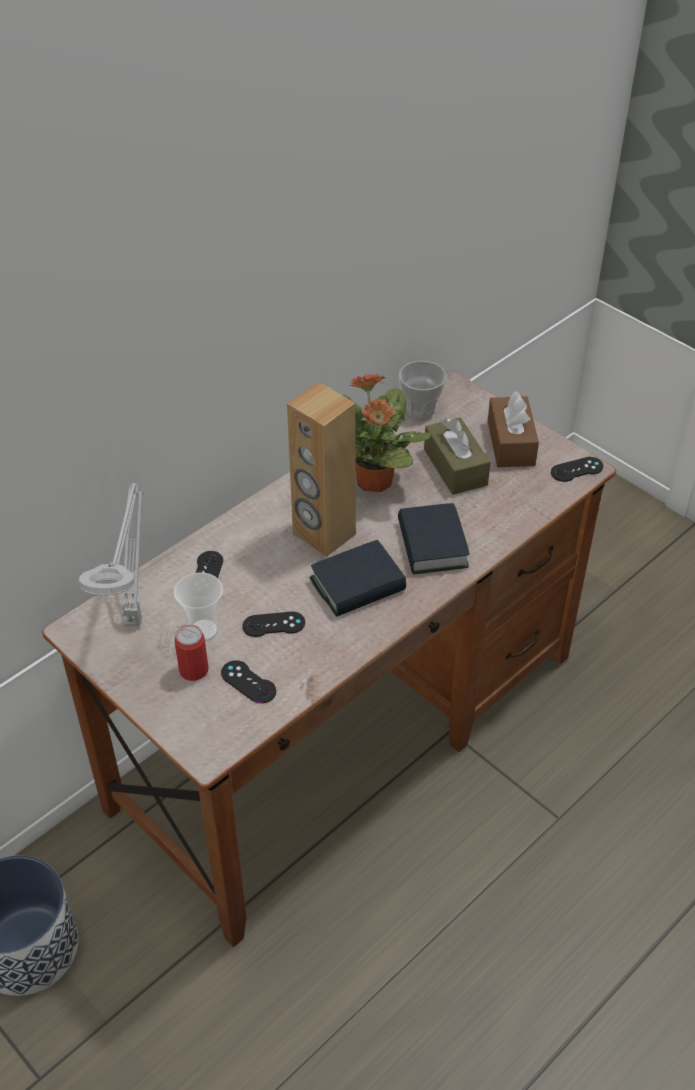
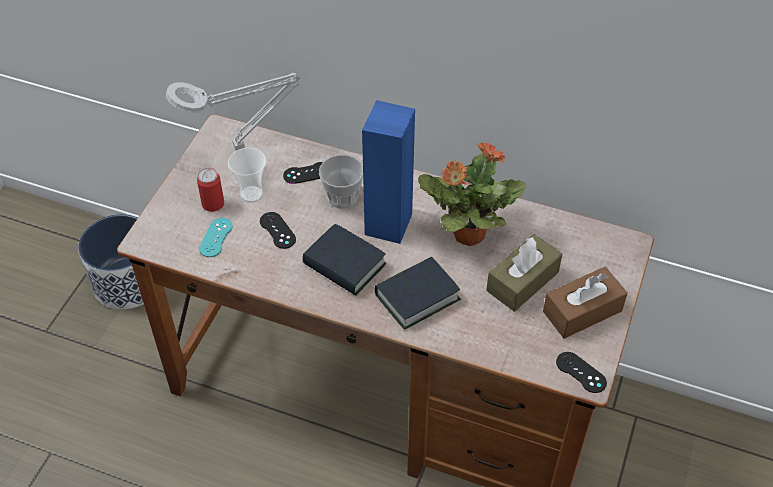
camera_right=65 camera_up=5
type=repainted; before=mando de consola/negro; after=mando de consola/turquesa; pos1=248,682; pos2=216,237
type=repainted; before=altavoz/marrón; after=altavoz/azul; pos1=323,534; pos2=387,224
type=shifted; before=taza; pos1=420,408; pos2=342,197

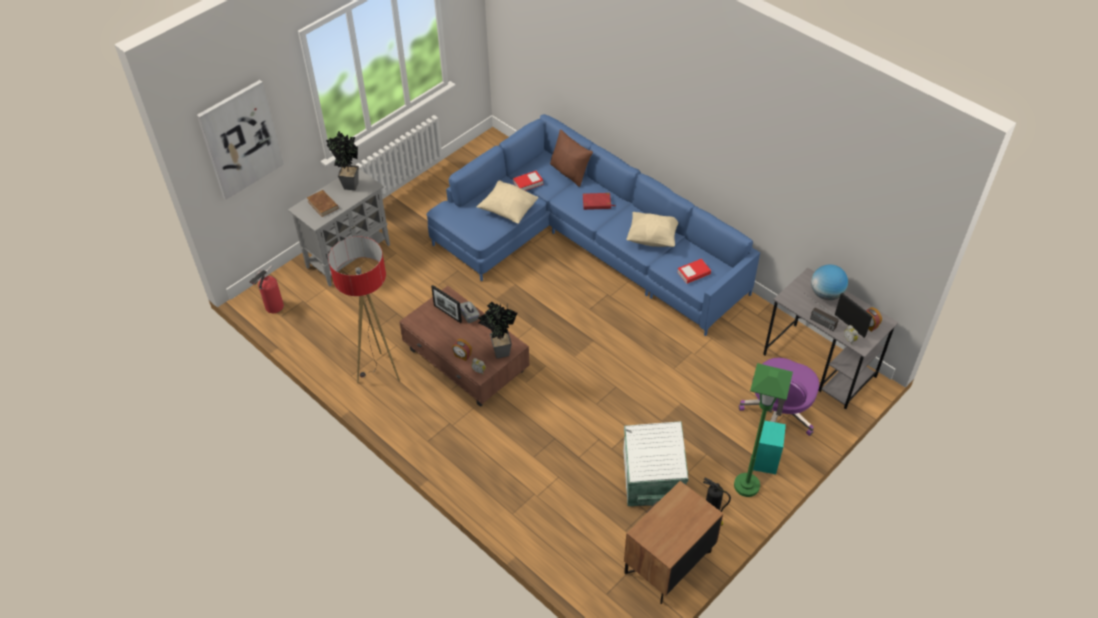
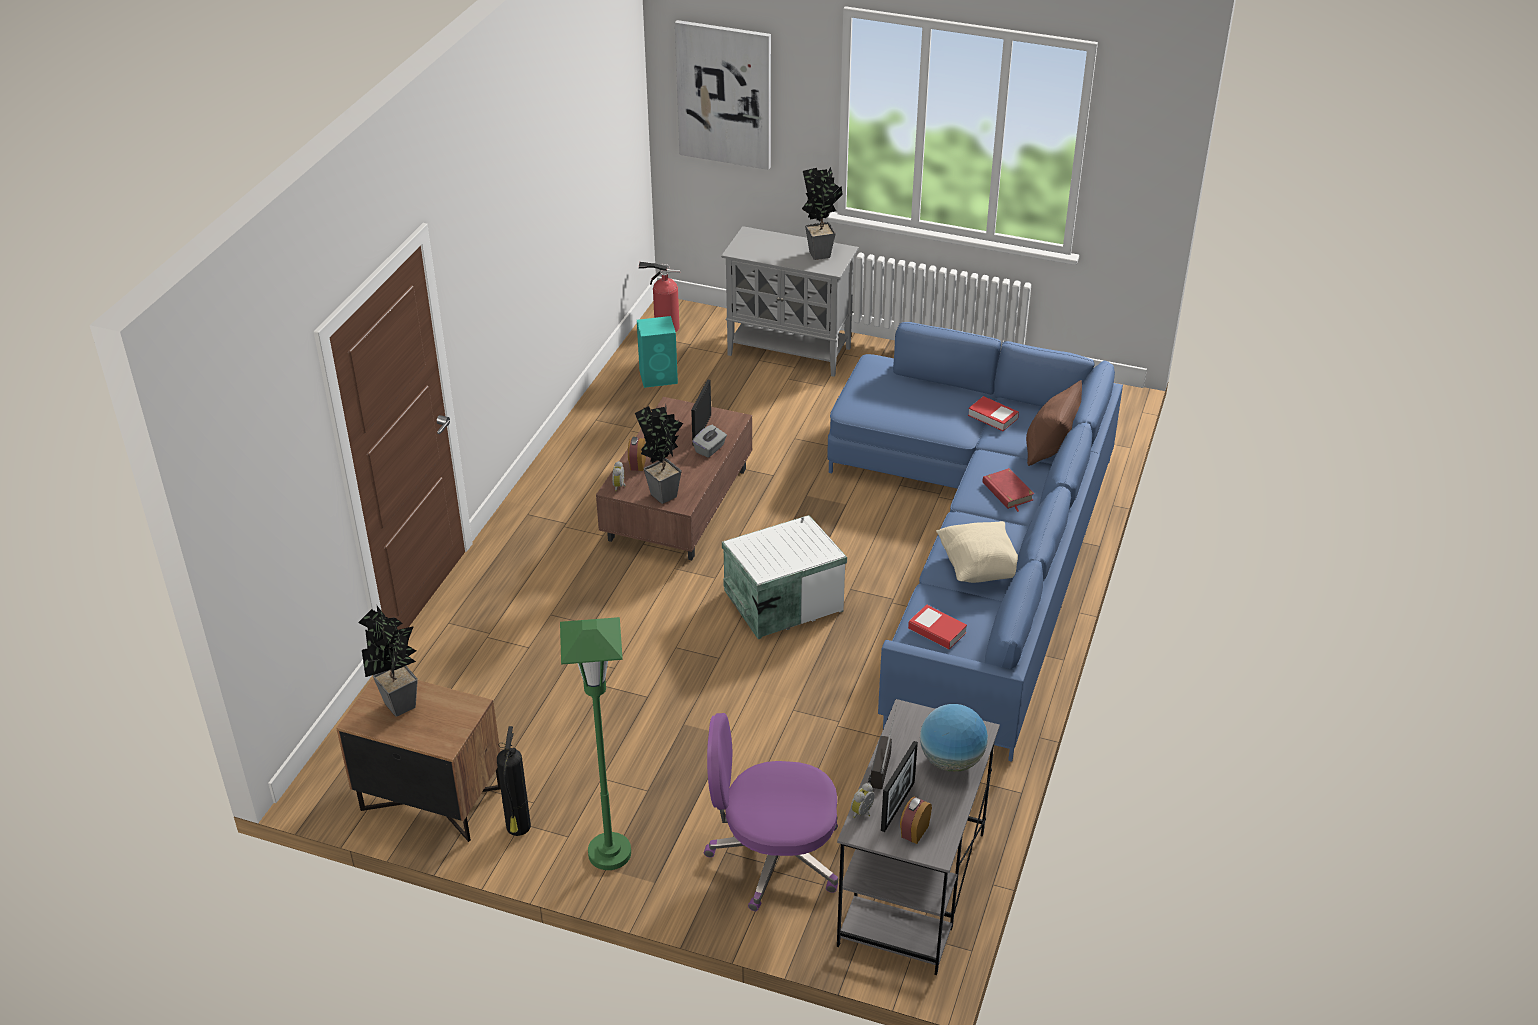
camera_right=65 camera_up=-10
type=gone; before=libro/marrón; pos1=323,204
type=gone; before=lámpara de pie; pos1=379,372
type=gone; before=cojín/beis; pos1=508,210
type=shifted; before=caja de almacenaje/blanco; pos1=651,478; pos2=781,600
type=shifted; before=altavoz/turquesa; pos1=765,460; pos2=659,377
type=new; after=planta en maceta; pos2=400,709

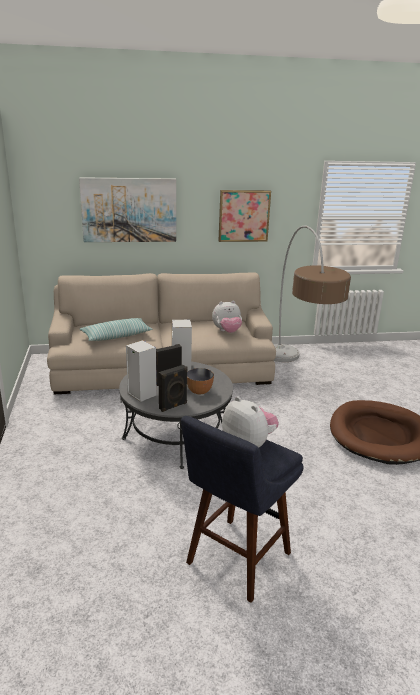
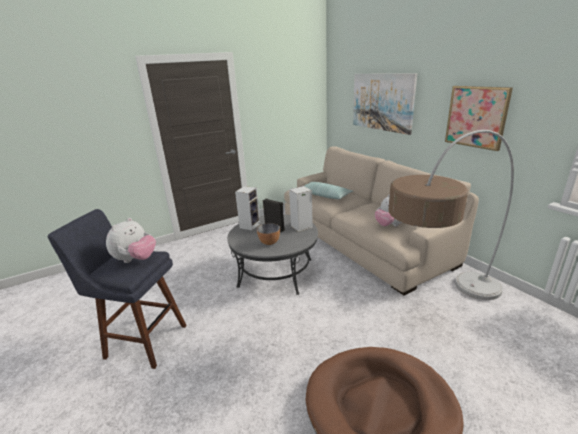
camera_right=70 camera_up=0
type=gone; before=altavoz/negro; pos1=173,406

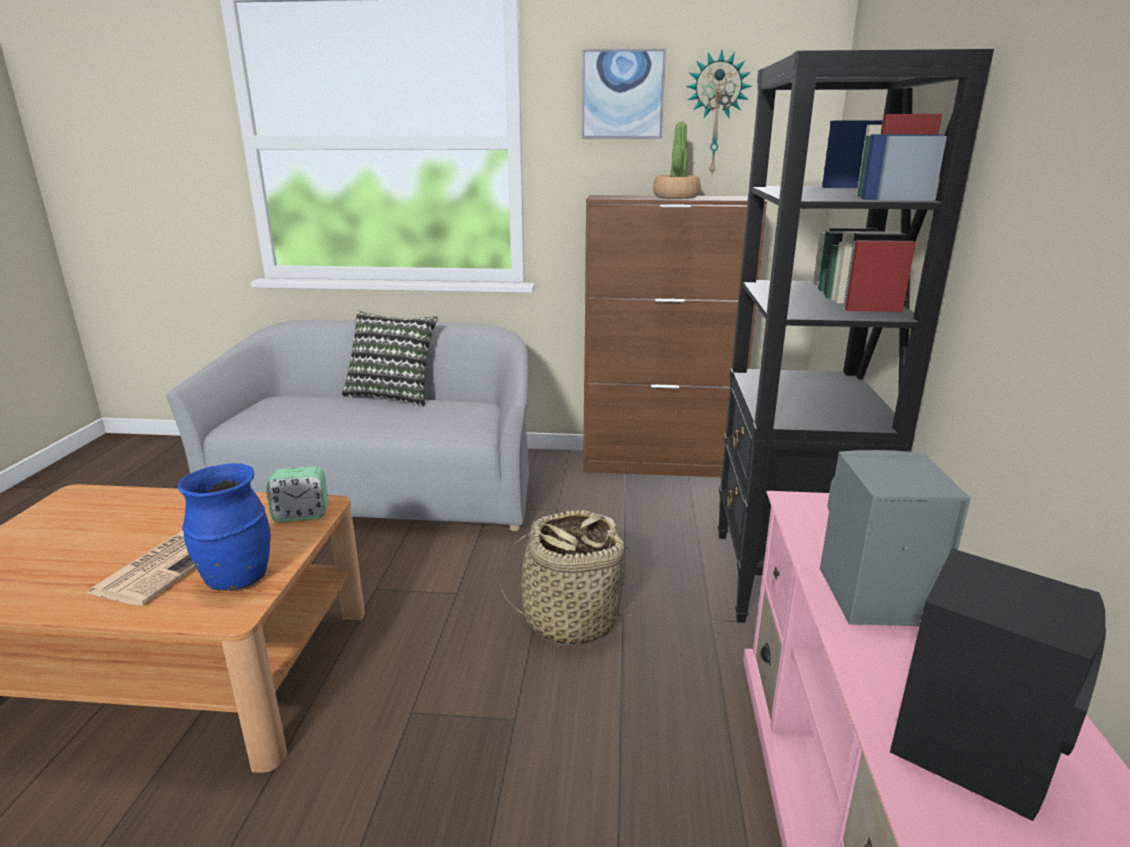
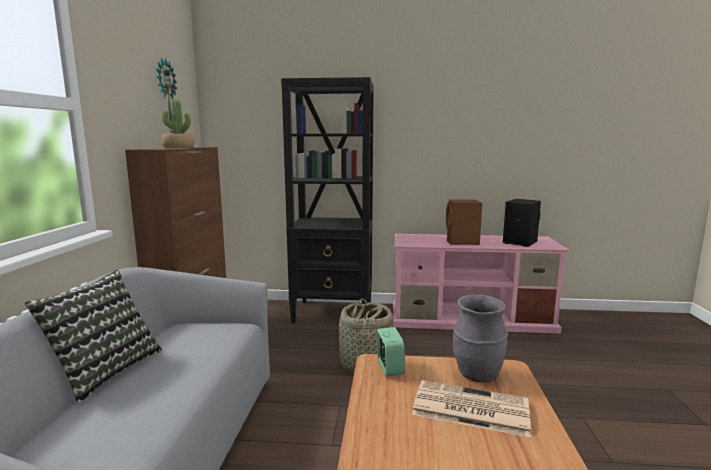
camera_right=-90 camera_up=-10
type=repainted; before=florero/azul; after=florero/gris; pos1=236,578; pos2=477,375
type=gone; before=cuadro; pos1=622,95
type=repainted; before=altavoz/gris; after=altavoz/marrón; pos1=870,595; pos2=462,242

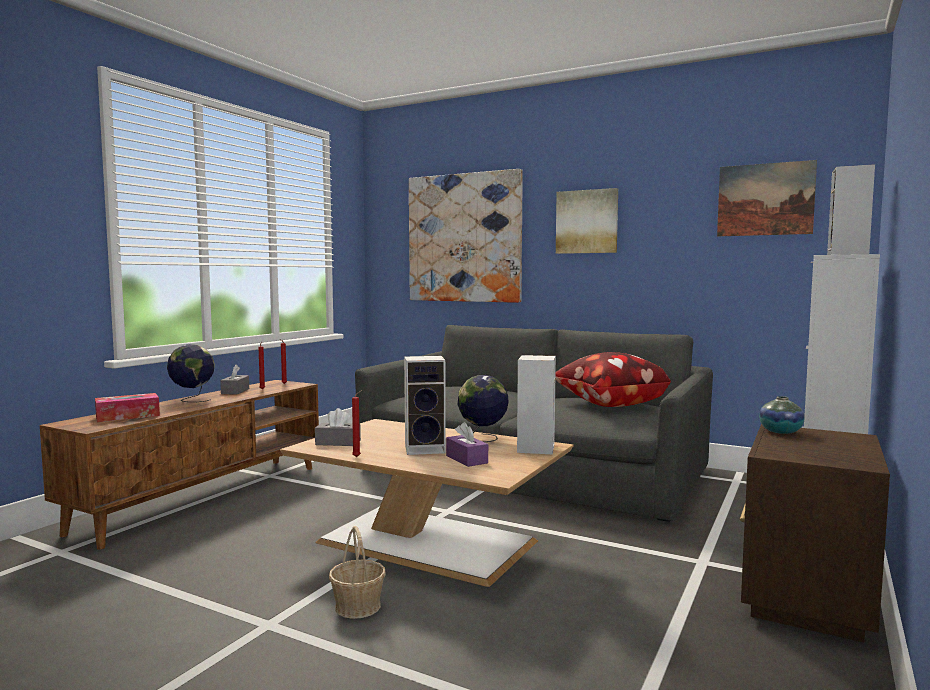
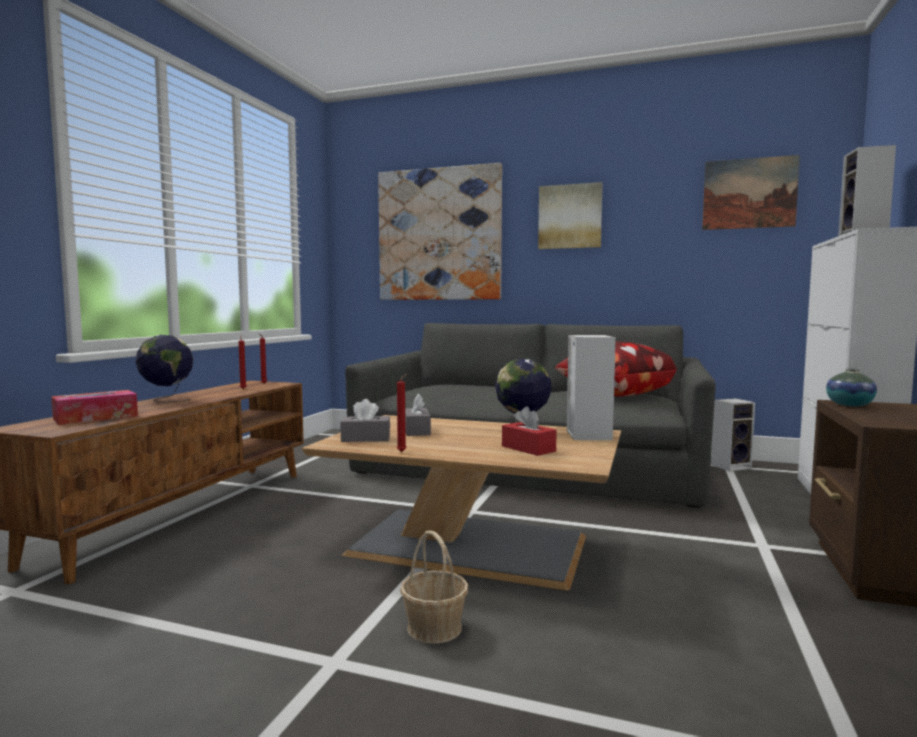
camera_right=-10 camera_up=0
type=shifted; before=caja de pañuelos/gris; pos1=235,391; pos2=417,430
type=shifted; before=altavoz; pos1=426,449; pos2=731,466
type=repainted; before=caja de pañuelos/morado; after=caja de pañuelos/rojo; pos1=466,459; pos2=528,448

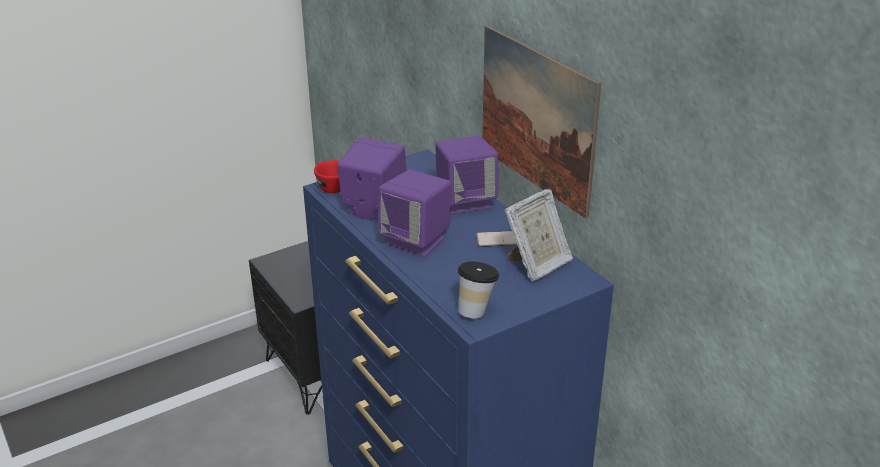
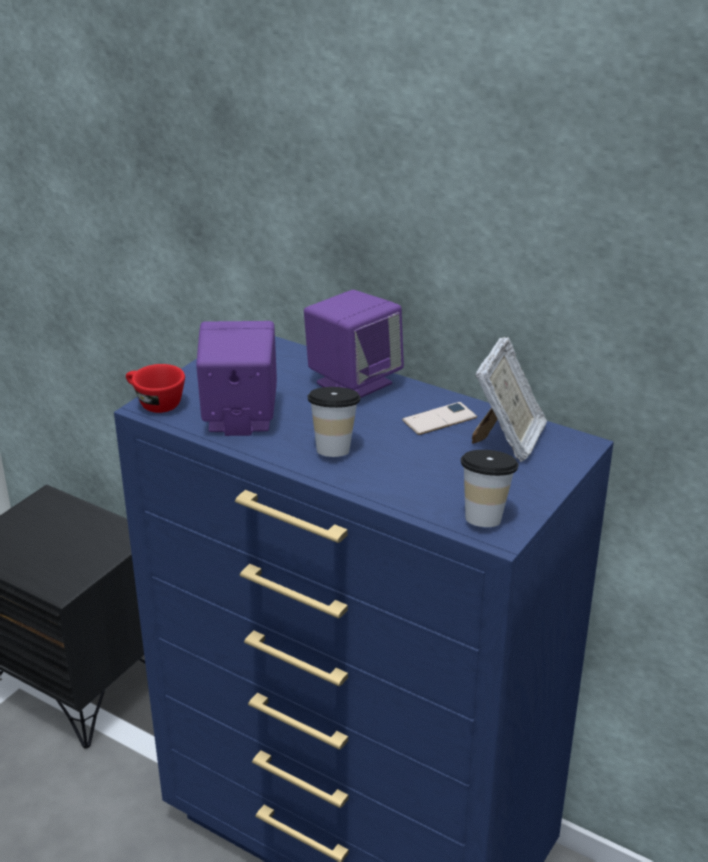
camera_right=-25 camera_up=0
type=swapped; before=altavoz/morado; after=taza; pos1=416,241; pos2=334,448
type=gone; before=cuadro; pos1=537,118

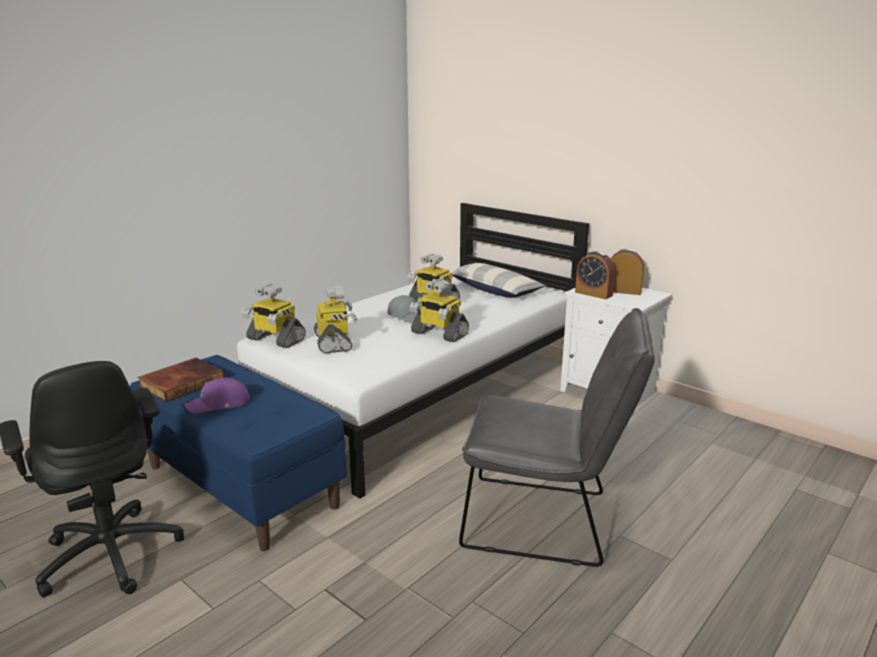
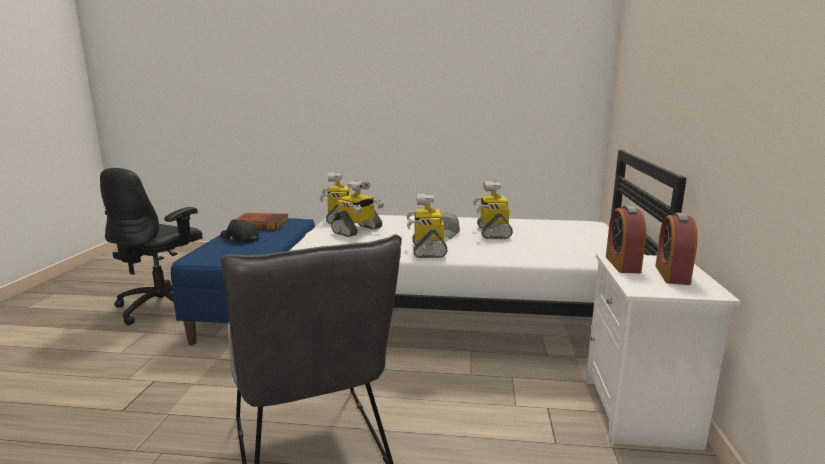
camera_right=55 camera_up=-5
type=repainted; before=gorra/morado; after=gorra/negro; pos1=219,404; pos2=239,238
type=gone; before=cojín; pos1=494,290
type=rotated; before=despertador; pos1=623,291; pos2=672,275; turn=-150

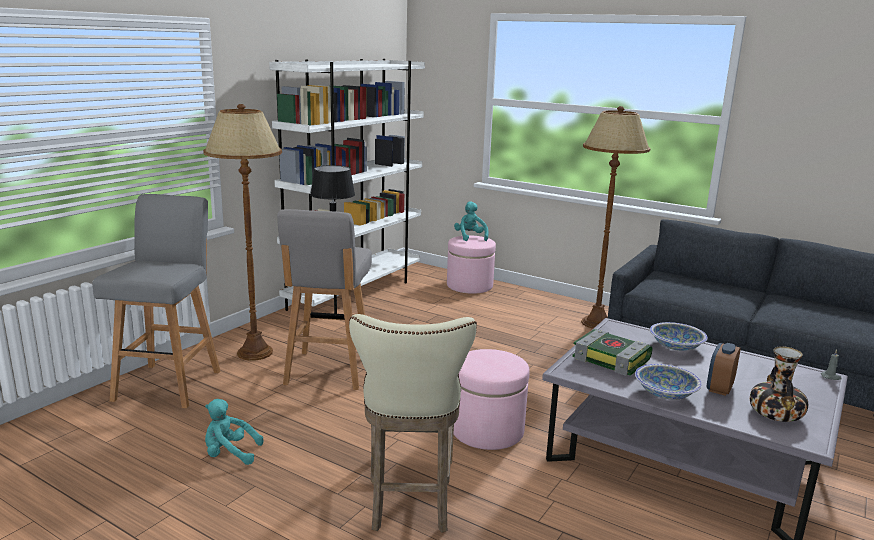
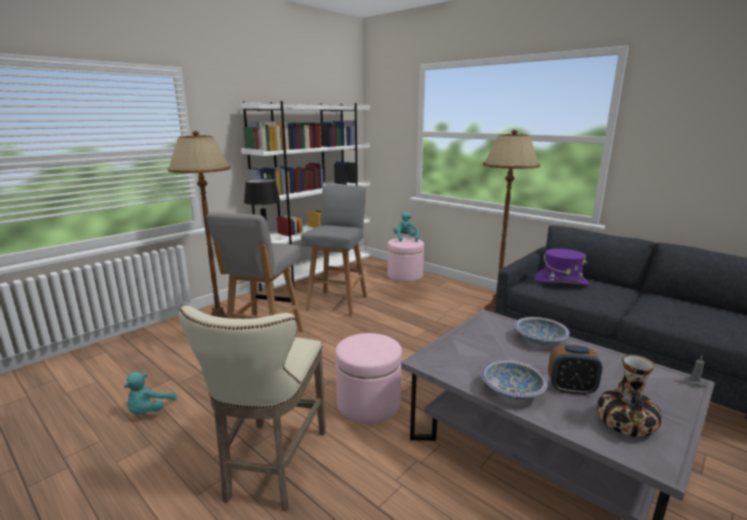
camera_right=10 camera_up=0
type=shifted; before=taburete/gris; pos1=169,384; pos2=338,302
type=rotated; before=peluche/turquesa; pos1=230,454; pos2=149,411; turn=-90
type=gone; before=libro; pos1=612,359
type=rotated; before=despertador; pos1=719,388; pos2=571,389; turn=-120
type=new; after=sombrero/morado; pos2=561,281

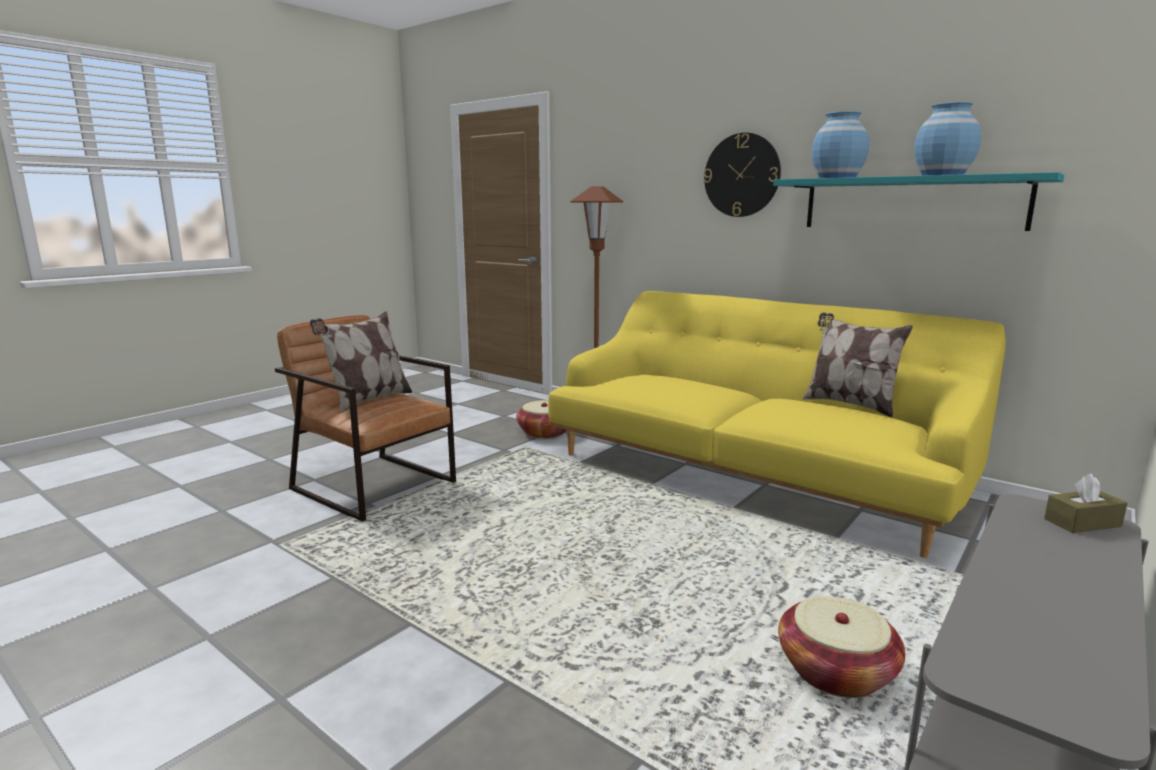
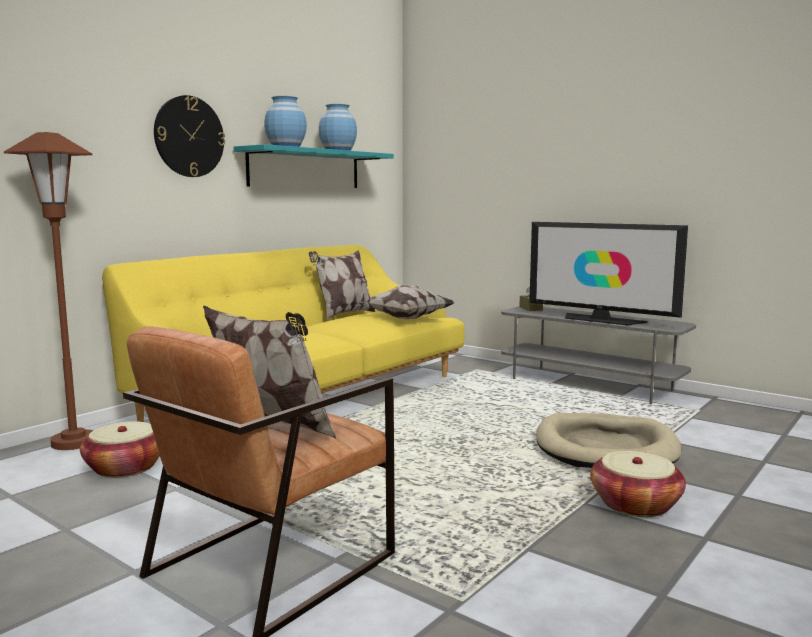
camera_right=-90 camera_up=-5
type=shifted; before=cesta; pos1=836,671; pos2=635,505
type=new; after=cojín; pos2=405,318
type=new; after=televisor; pos2=600,320
type=new; after=cama para perro/beis; pos2=605,448

